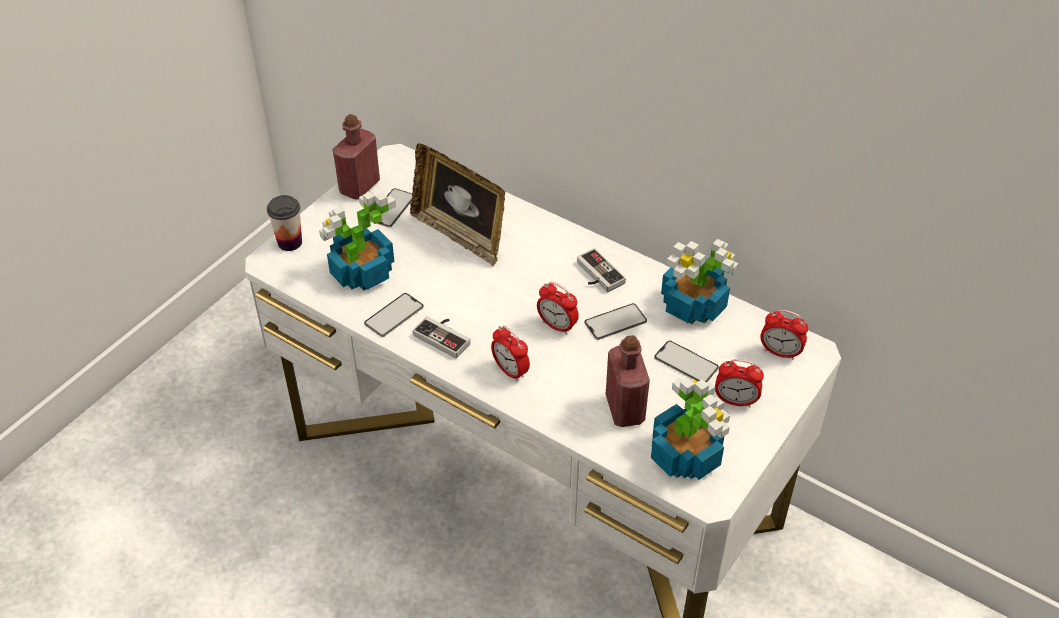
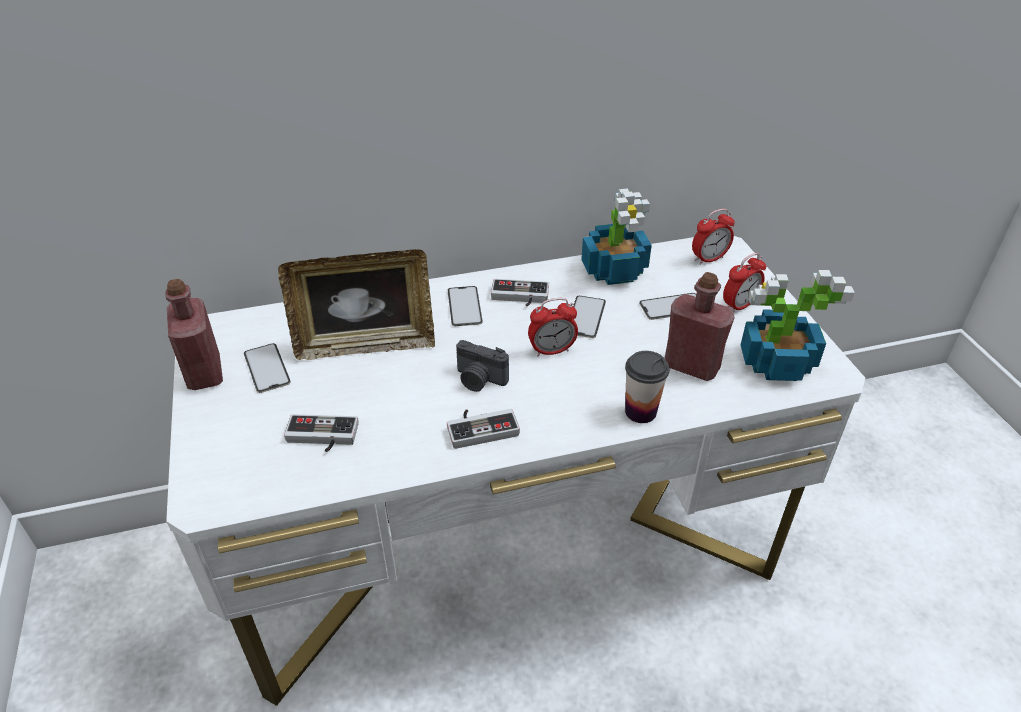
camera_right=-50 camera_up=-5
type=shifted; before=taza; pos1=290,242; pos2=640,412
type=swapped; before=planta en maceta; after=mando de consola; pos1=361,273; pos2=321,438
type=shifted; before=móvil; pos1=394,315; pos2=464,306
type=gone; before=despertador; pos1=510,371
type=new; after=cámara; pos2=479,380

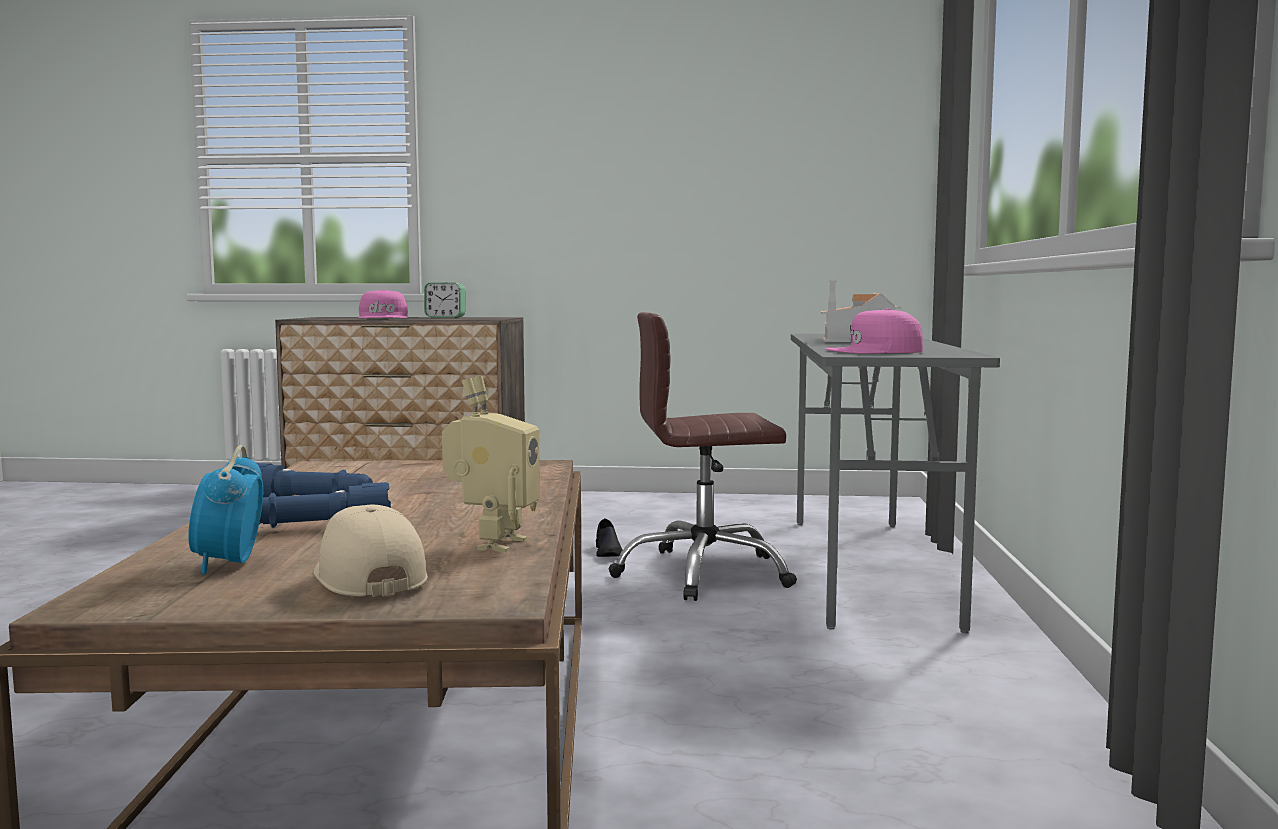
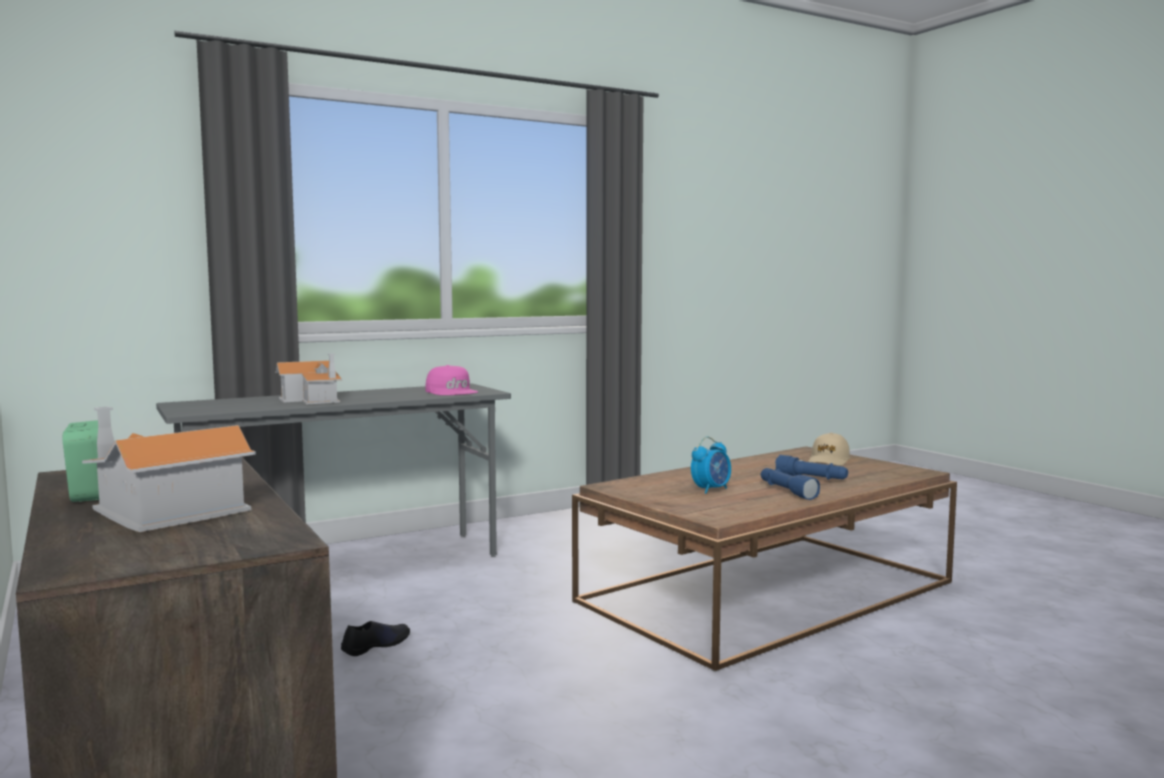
camera_right=-125 camera_up=0
type=shifted; before=despertador; pos1=229,564; pos2=711,490
type=swapped; before=gorra/rosa; after=casita; pos1=384,317; pos2=162,512
type=gone; before=robot de juguete; pos1=492,544
type=gone; before=silla de oficina/marrón; pos1=703,574

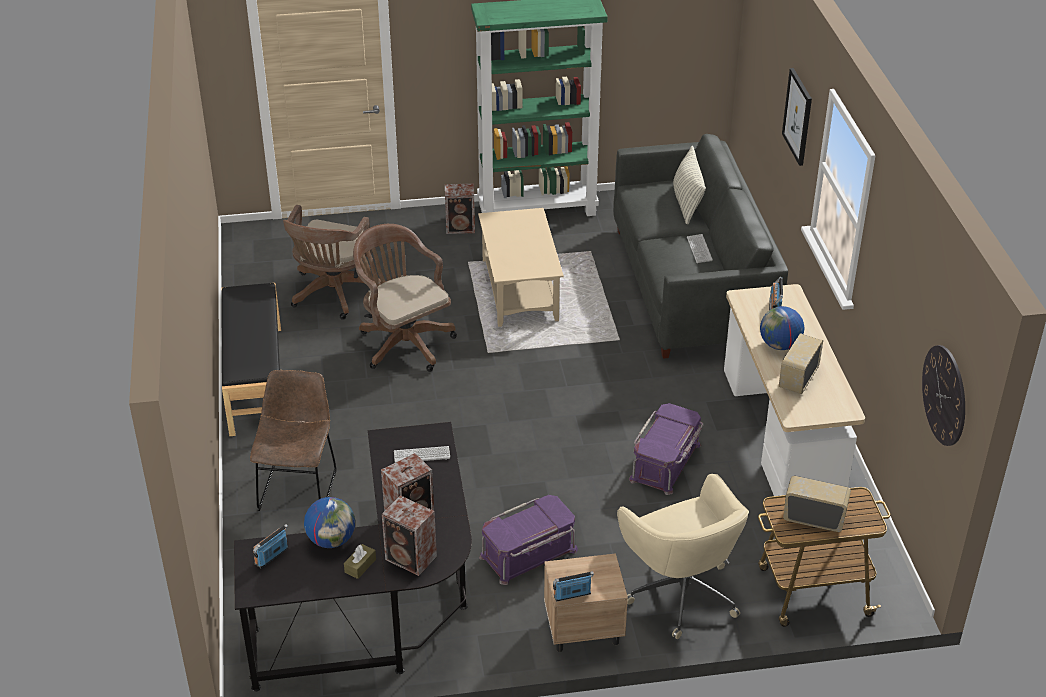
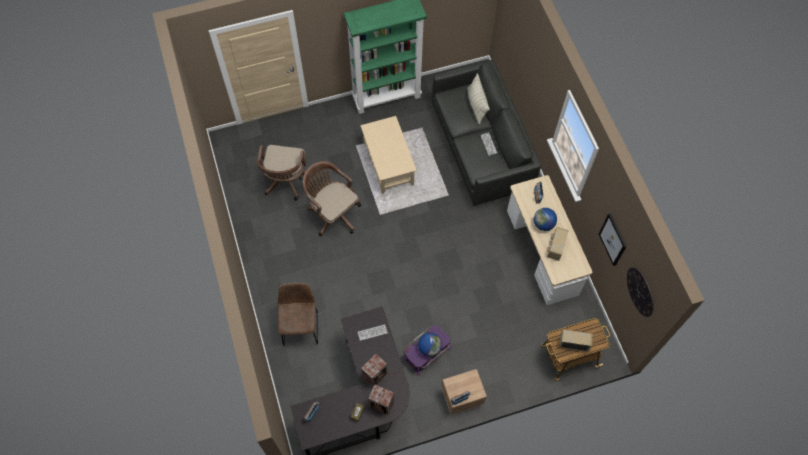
camera_right=-10 camera_up=25
type=gone; before=banco/negro; pos1=255,380
type=shifted; before=globo terráqueo; pos1=331,540; pos2=429,348
type=gone; before=altavoz; pos1=461,227
type=gone; before=silla de oficina/beis; pos1=681,592
type=gone; before=caja de almacenaje/morado; pos1=666,462
type=shifted; before=cuadro; pos1=798,116; pos2=613,239

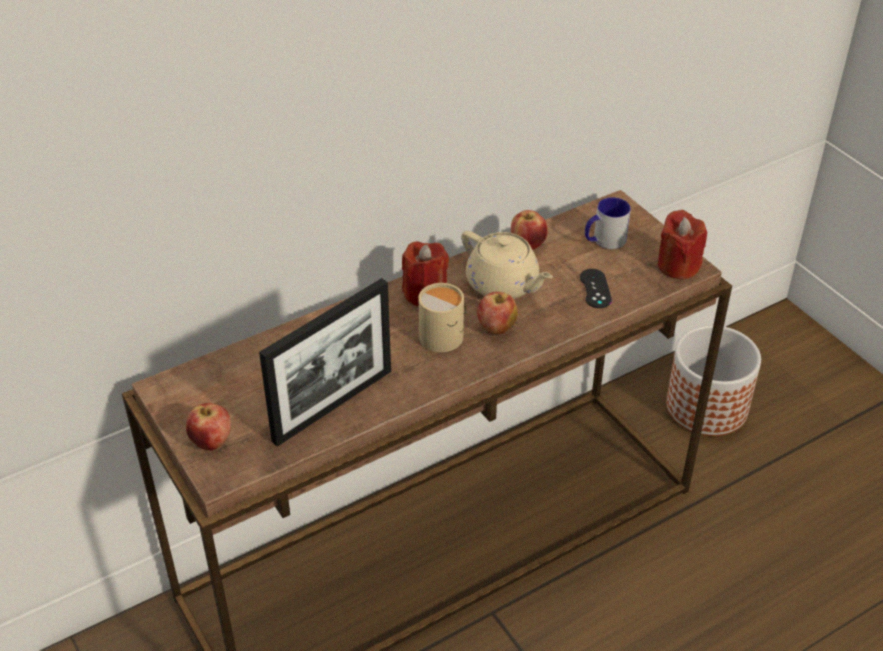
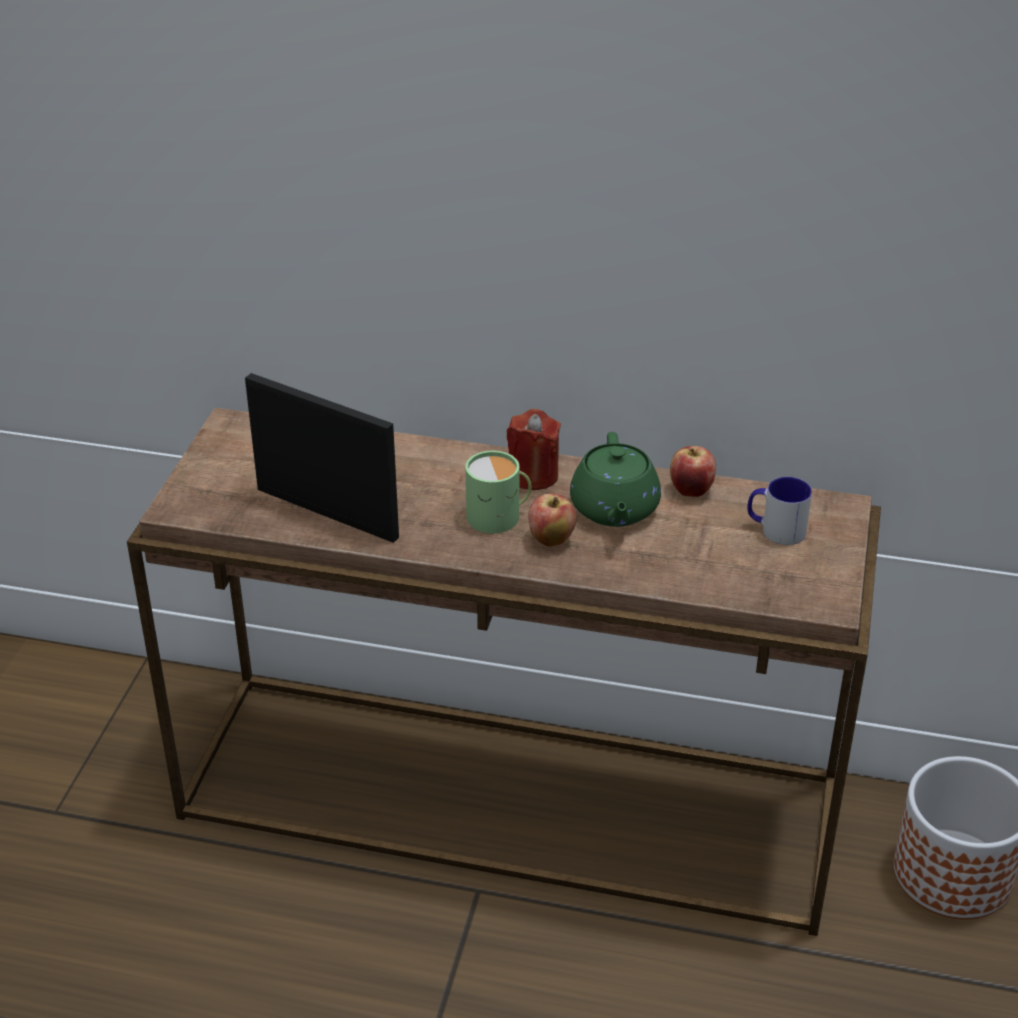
camera_right=45 camera_up=-5
type=gone; before=manzana; pos1=211,442
type=rotated; before=portarretratos; pos1=333,405; pos2=327,513; turn=-150
type=repainted; before=taza grande/beis; after=taza grande/verde; pos1=444,334; pos2=499,516
type=repainted; before=tetera/beis; after=tetera/verde; pos1=503,285; pos2=614,509
type=gone; before=mando de consola/negro; pos1=595,289
type=gone; before=vela/rojo; pos1=678,266

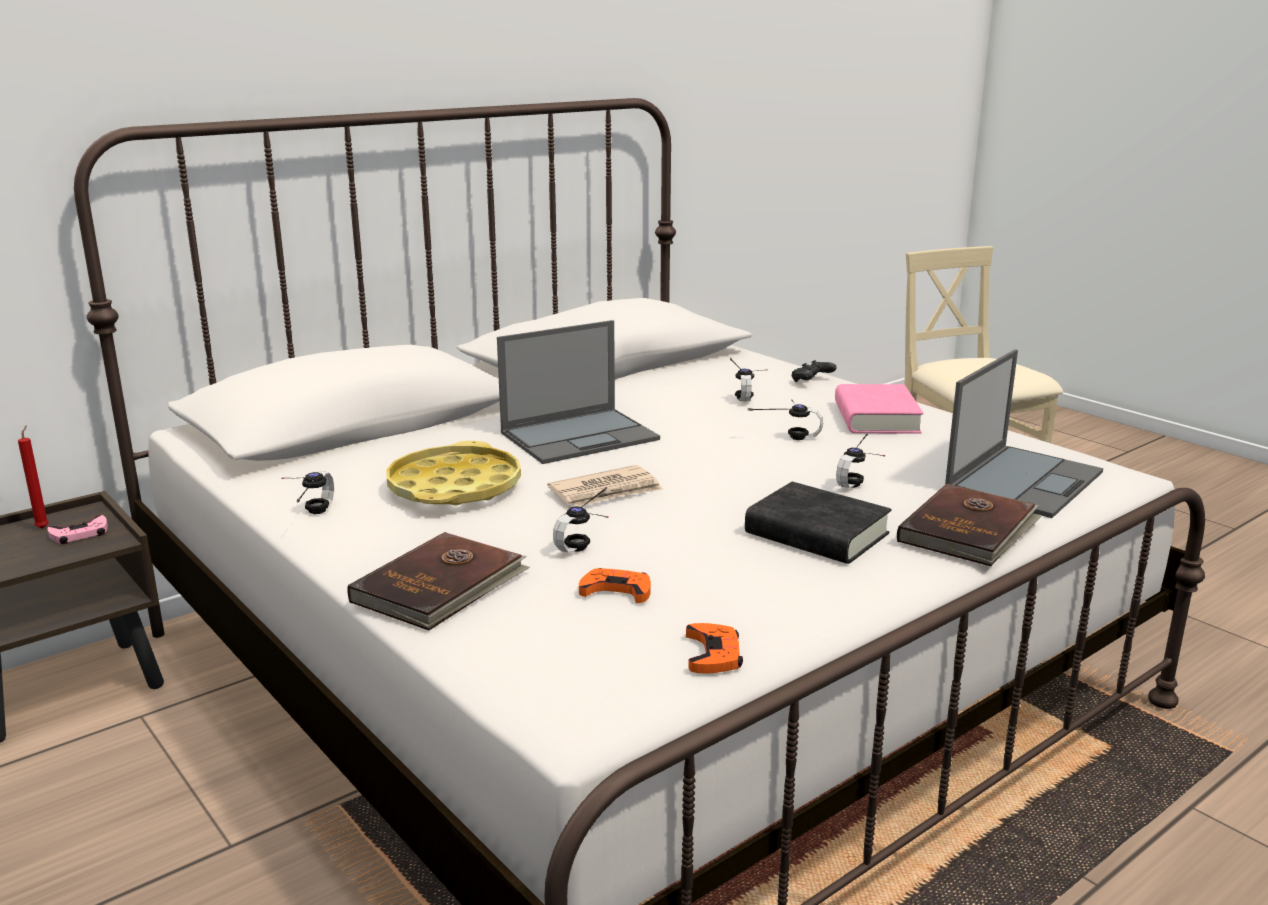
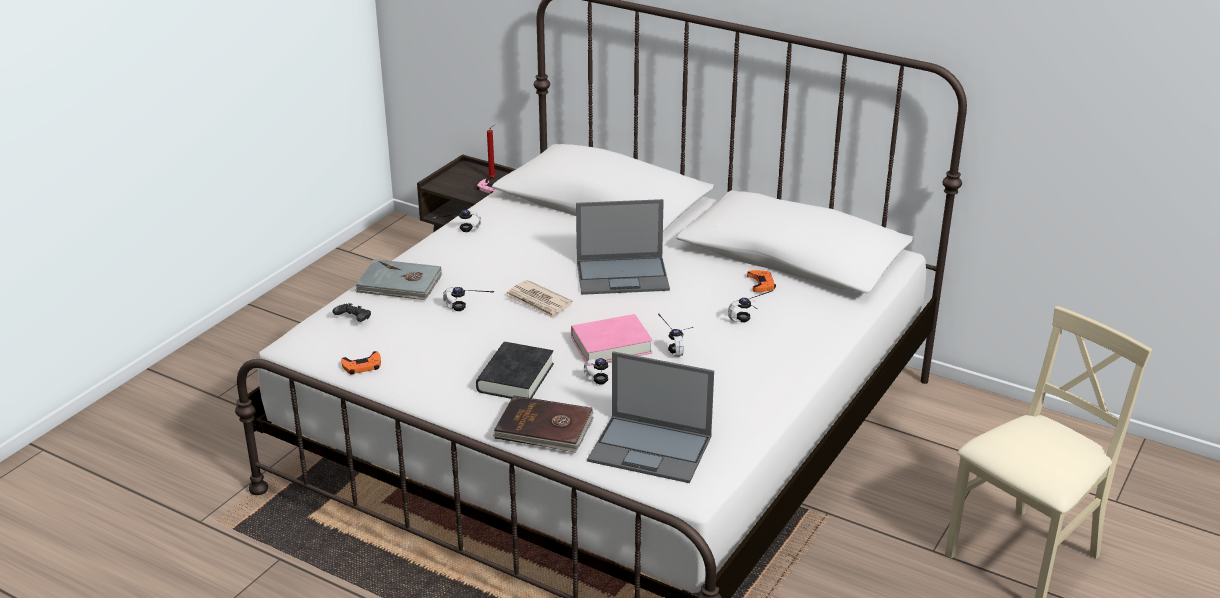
camera_right=70 camera_up=10
type=repainted; before=libro/marrón; after=libro/gris; pos1=441,586; pos2=399,284
type=gone; before=bandeja/amarillo; pos1=454,487
type=rotated; before=portátil; pos1=581,436; pos2=623,275; turn=-45
type=shifted; before=mando de consola/naranja; pos1=616,590; pos2=761,284
type=shifted; before=mando de consola/negro; pos1=811,381; pos2=353,320
type=shifted; before=libro/rosa; pos1=876,418; pos2=611,345

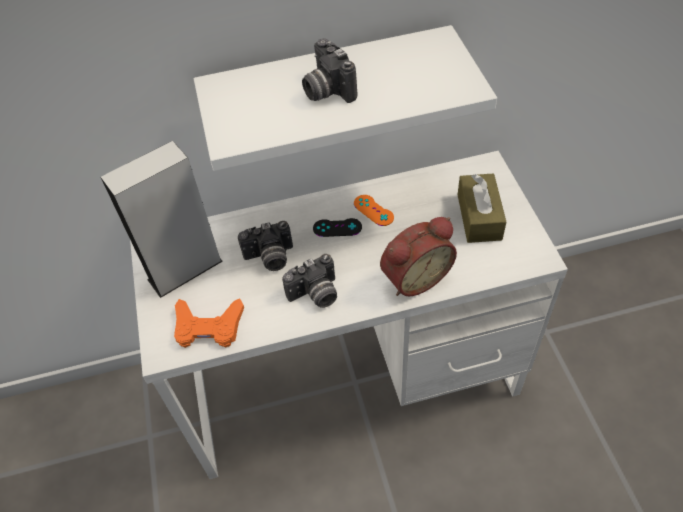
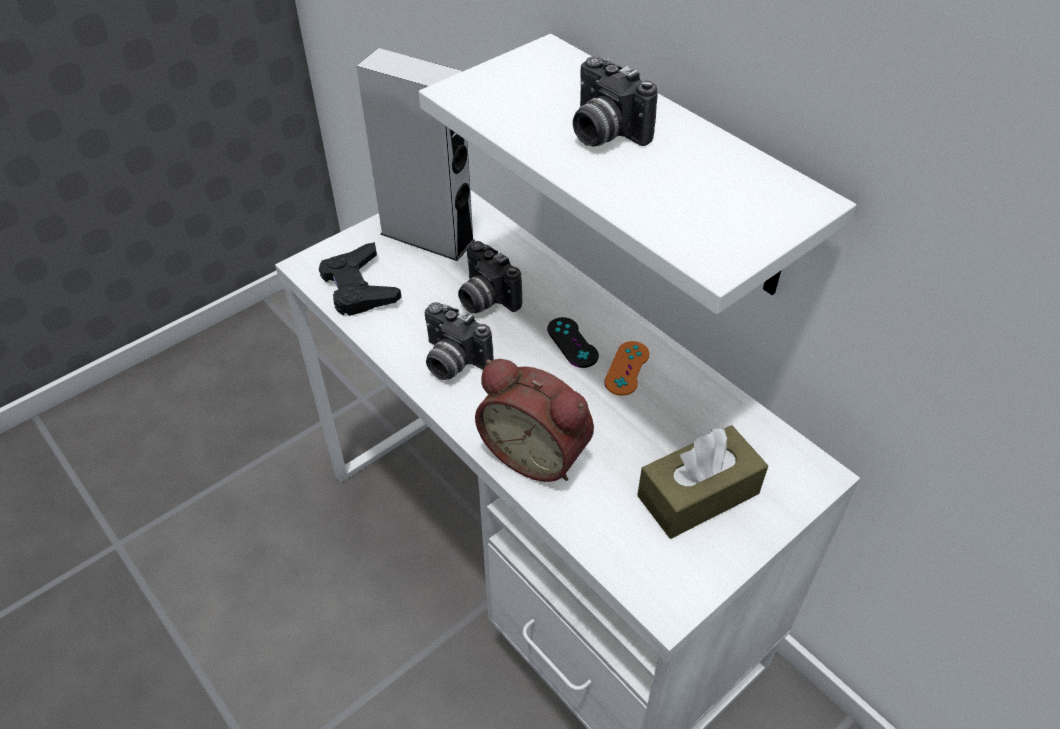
camera_right=60 camera_up=-5
type=repainted; before=mando de consola/naranja; after=mando de consola/negro; pos1=208,327; pos2=359,287
type=rotated; before=cámara; pos1=326,90; pos2=603,133; turn=-75

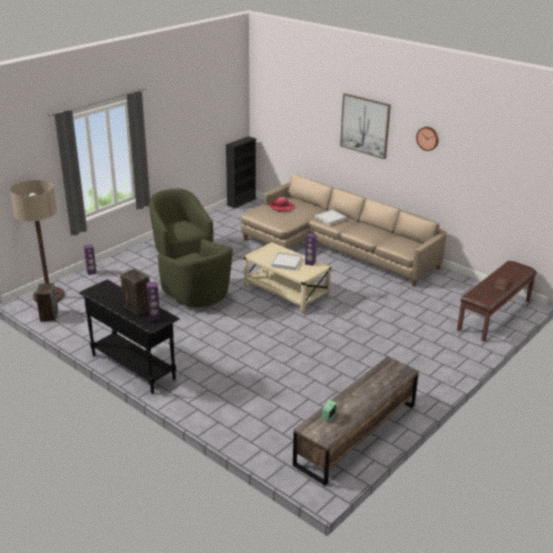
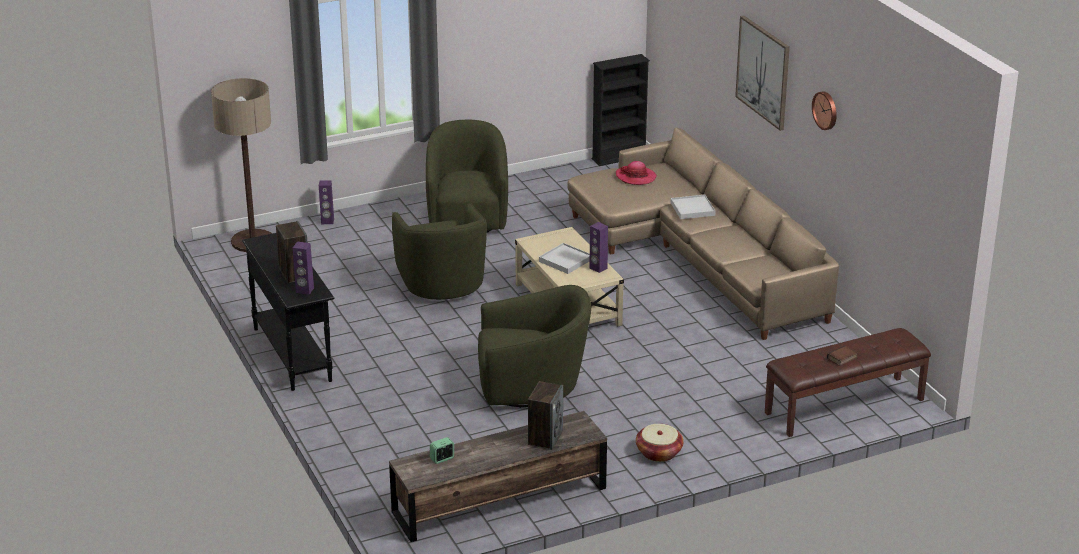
camera_right=25 camera_up=0
type=shifted; before=altavoz; pos1=49,315; pos2=545,438
type=new; after=sillón/verde; pos2=532,387
type=new; after=cesta; pos2=659,453

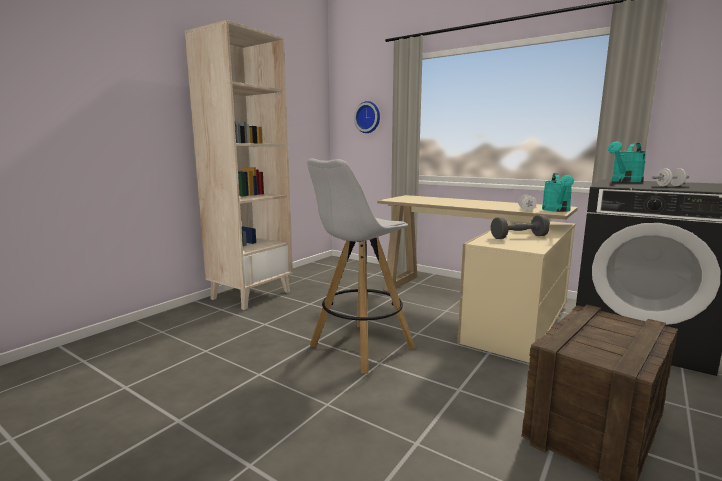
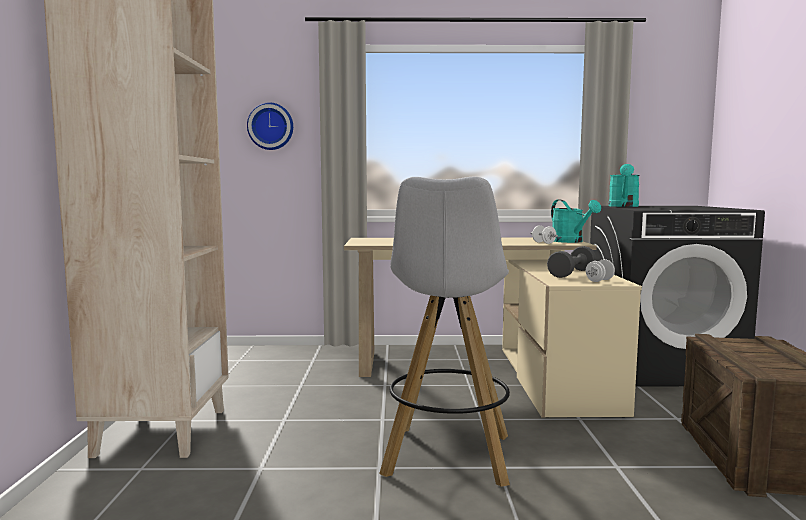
camera_right=-35 camera_up=-5
type=shifted; before=mancuerna/blanco; pos1=669,186; pos2=599,281

